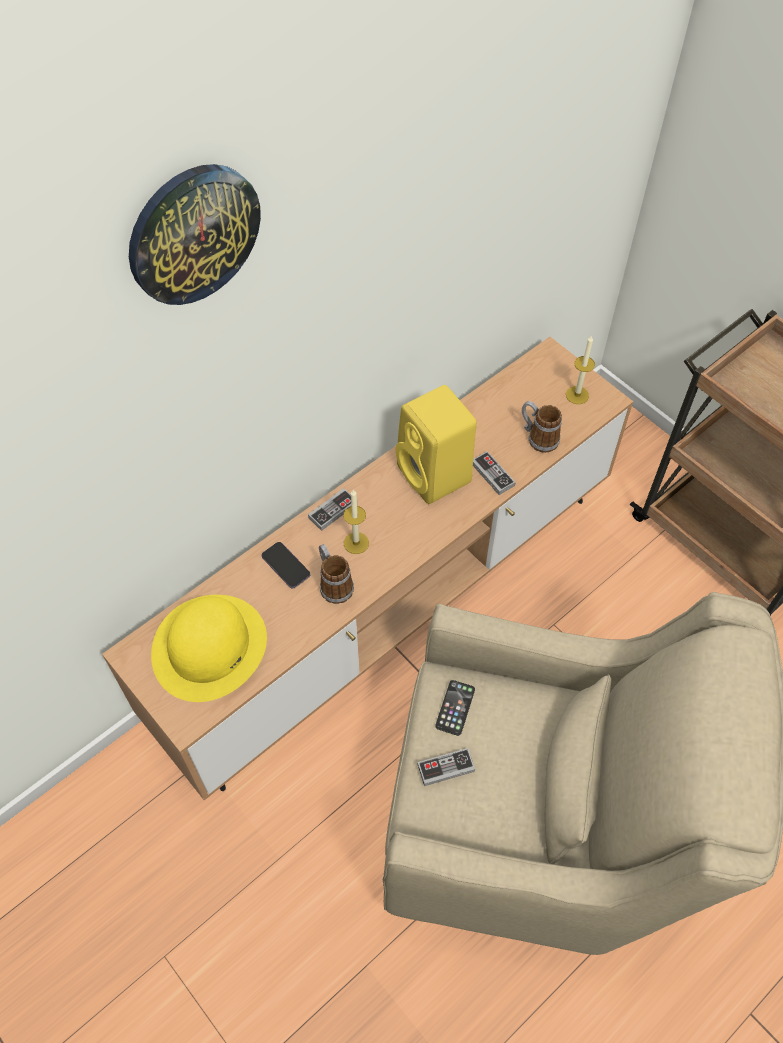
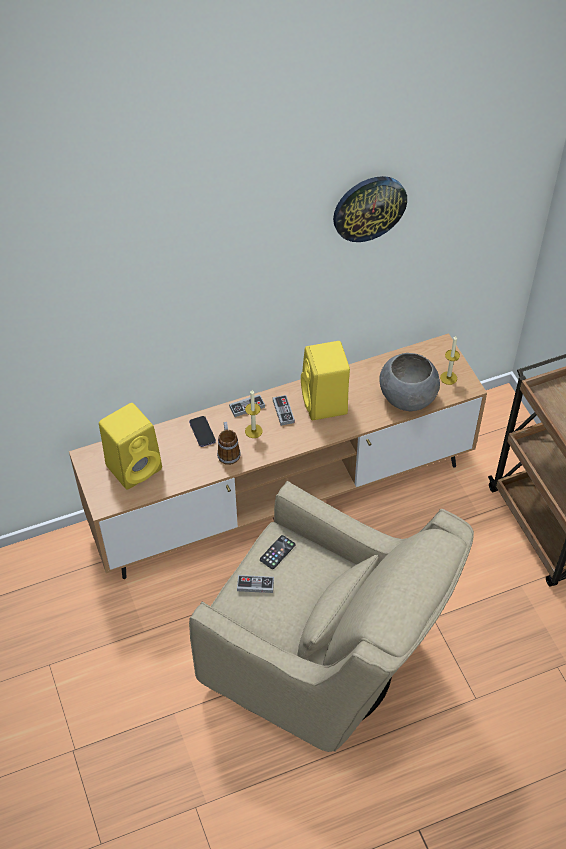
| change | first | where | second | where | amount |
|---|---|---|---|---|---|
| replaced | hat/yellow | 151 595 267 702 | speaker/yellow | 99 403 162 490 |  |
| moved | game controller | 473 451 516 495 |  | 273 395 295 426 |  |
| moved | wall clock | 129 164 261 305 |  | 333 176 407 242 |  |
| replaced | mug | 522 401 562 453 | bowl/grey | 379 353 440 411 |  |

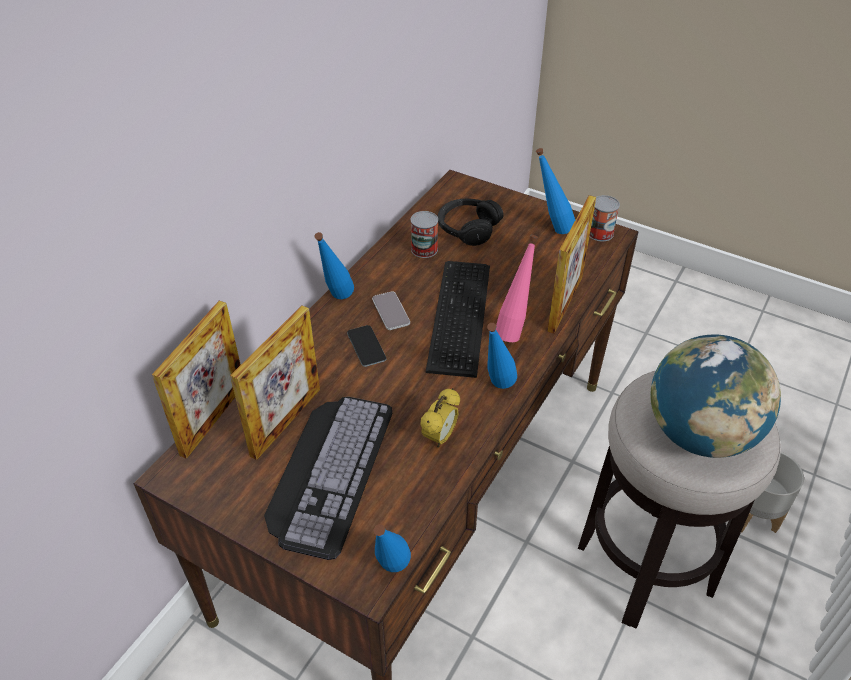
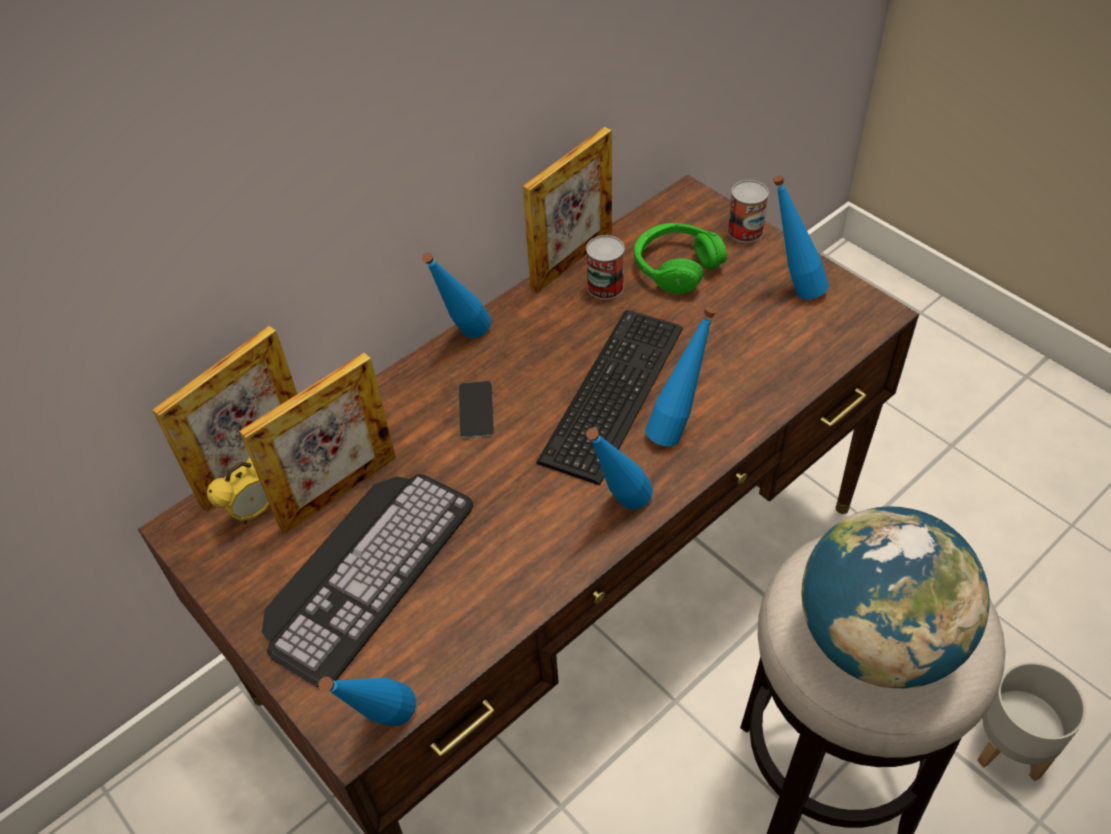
| change | first | where | second | where | amount |
|---|---|---|---|---|---|
| moved | alarm clock | 420 388 460 448 |  | 207 457 270 524 |  |
| moved | picture frame | 547 195 596 334 |  | 522 127 612 293 |  |
| recoloured | headphones/black | 438 198 504 246 | headphones/green | 634 223 727 294 |  |
| recoloured | bottle/pink | 496 235 538 342 | bottle/blue | 645 307 716 446 |  |
| moved | can | 589 195 620 242 |  | 728 180 769 243 |  |
| removed | phone | 372 291 410 330 |  |  |  |

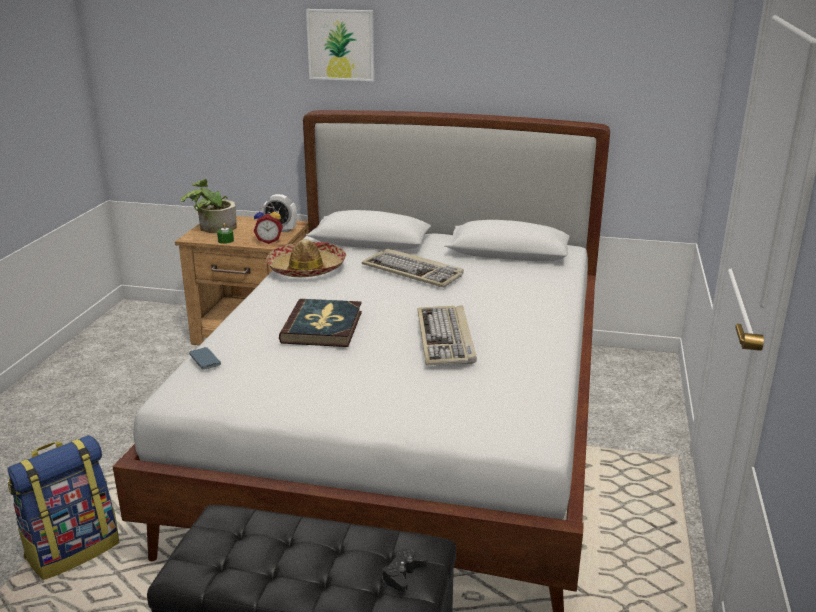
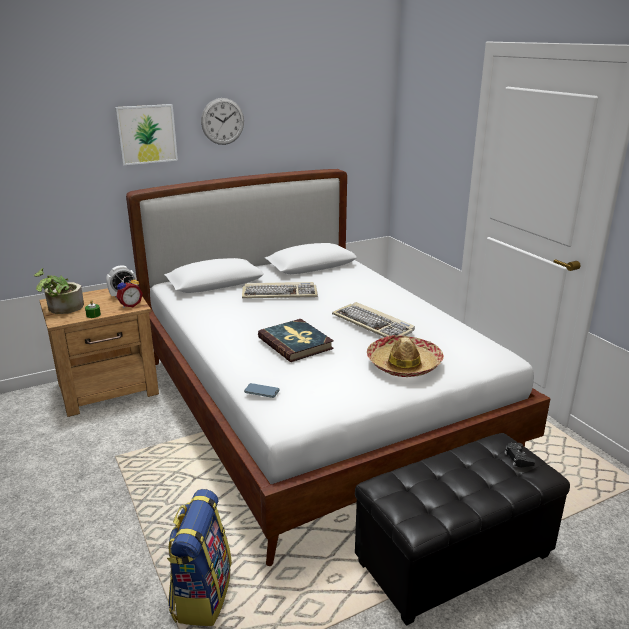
| change | first | where | second | where | amount |
|---|---|---|---|---|---|
| added |  |  | wall clock | 201 98 244 145 |  |
| moved | hat | 266 239 346 277 |  | 367 335 444 377 |  |

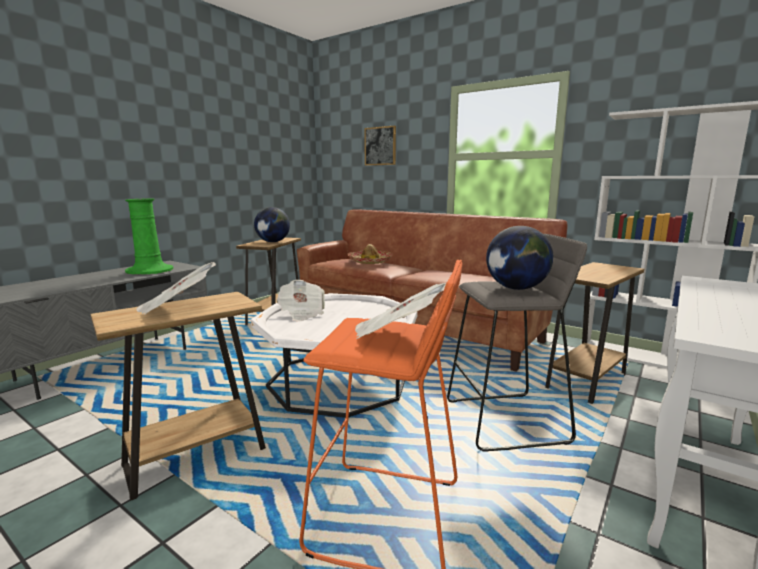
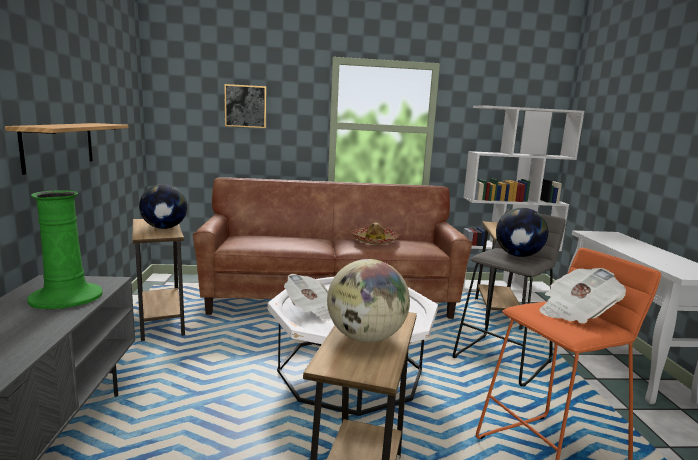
| change | first | where | second | where | amount |
|---|---|---|---|---|---|
| added |  |  | shelf | 5 123 128 175 |  |
| replaced | newspaper | 136 262 216 315 | globe | 327 259 410 343 |  |
| moved | hat | 347 244 393 264 |  | 351 223 399 245 |  |

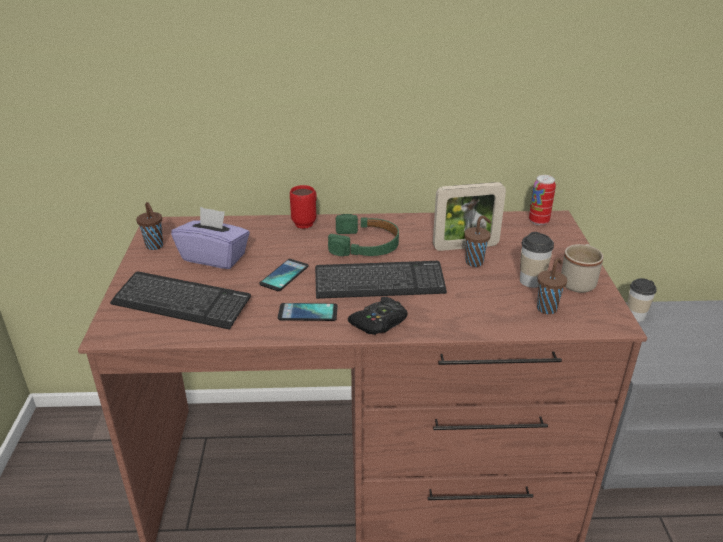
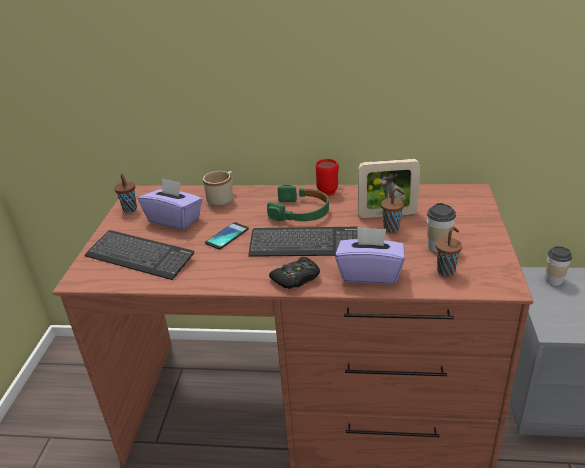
| change | first | where | second | where | amount |
|---|---|---|---|---|---|
| moved | mug/beige | 561 244 603 293 |  | 203 171 233 206 |  |
| moved | mug/red | 290 185 317 229 |  | 316 159 339 196 |  |
| added |  |  | tissue box/purple | 335 227 405 284 |  |
| removed | phone | 278 303 338 321 |  |  |  |
| removed | can | 529 175 556 225 |  |  |  |

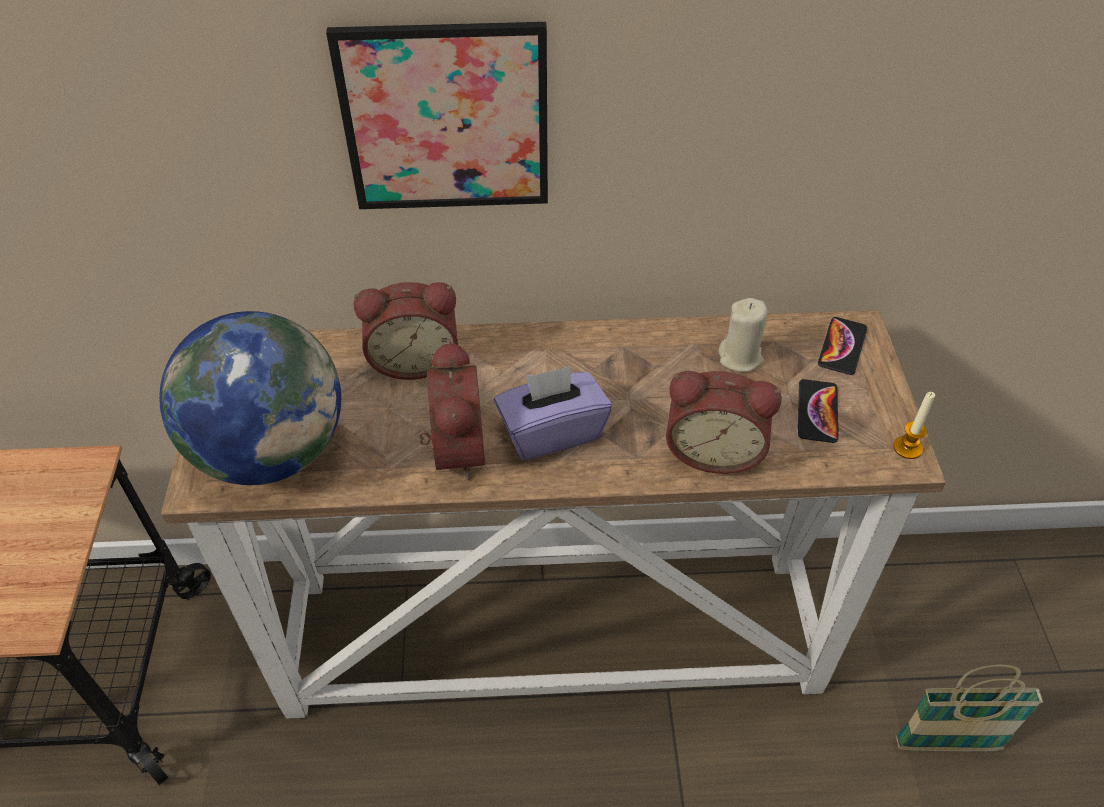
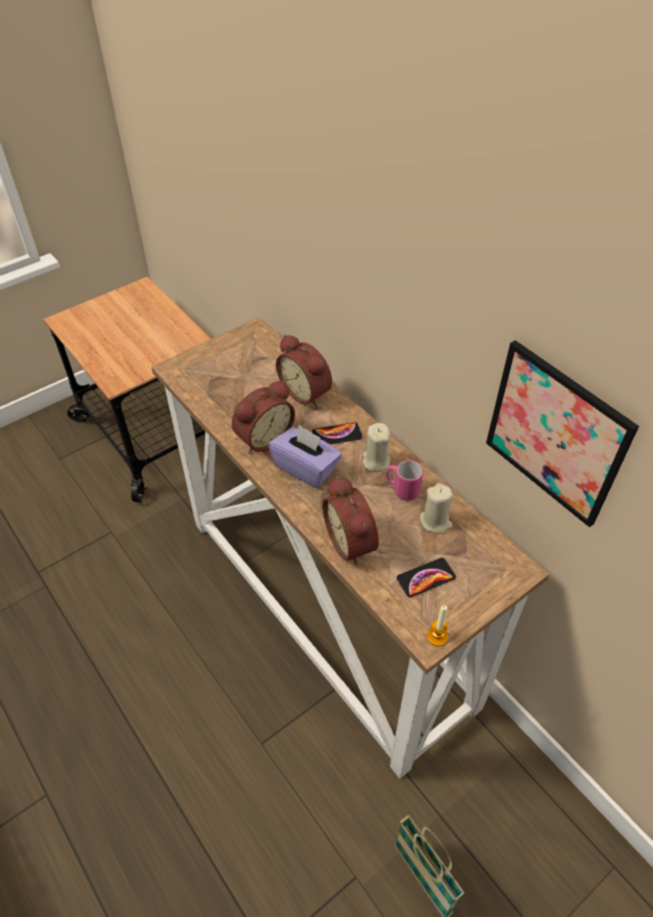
| change | first | where | second | where | amount |
|---|---|---|---|---|---|
| moved | phone | 818 317 867 375 |  | 312 422 362 444 |  |
| added |  |  | candle/beige | 363 423 390 472 |  |
| added |  |  | mug/pink | 386 460 423 501 |  |
| moved | picture | 326 22 548 209 |  | 486 340 639 527 |  |
| removed | globe | 159 311 341 485 |  |  |  |

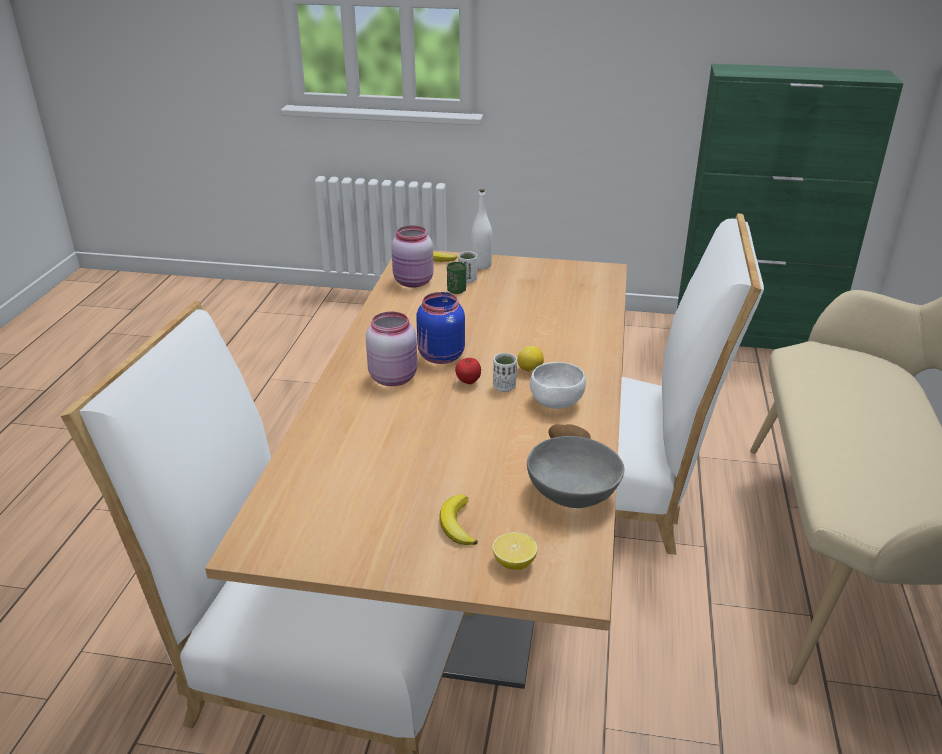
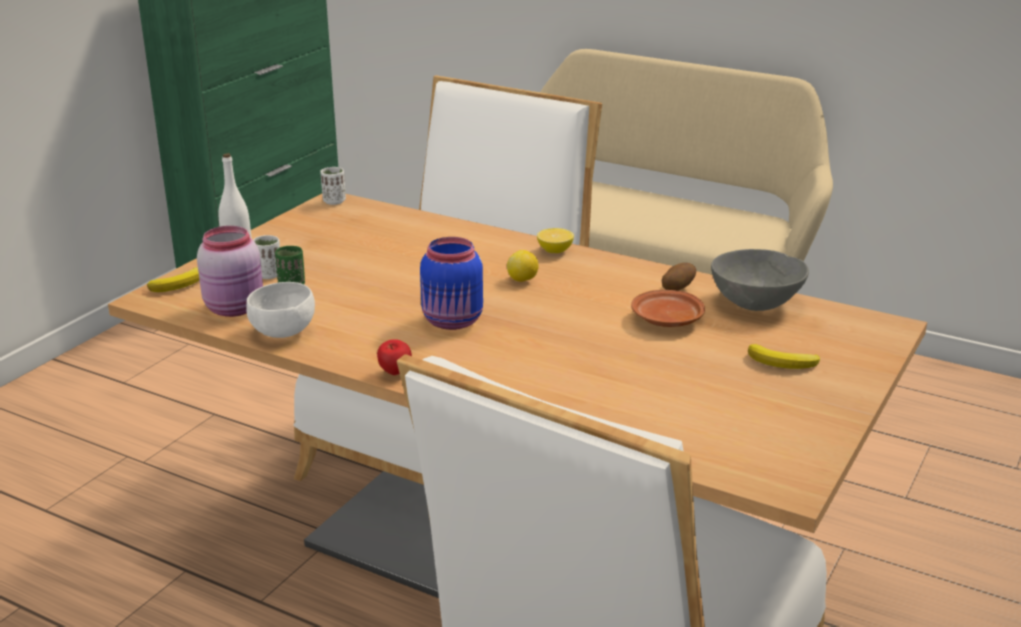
| change | first | where | second | where | amount |
|---|---|---|---|---|---|
| moved | bowl/white | 530 362 586 409 |  | 246 282 315 338 |  |
| moved | cup/white | 493 353 517 392 |  | 320 167 346 205 |  |
| moved | apple | 455 358 481 384 |  | 377 339 412 375 |  |
| moved | lemon | 492 532 537 570 |  | 537 228 574 253 |  |
| added |  |  | plate/brown | 631 290 705 327 |  |
| removed | jar/pink | 366 311 417 386 |  |  |  |

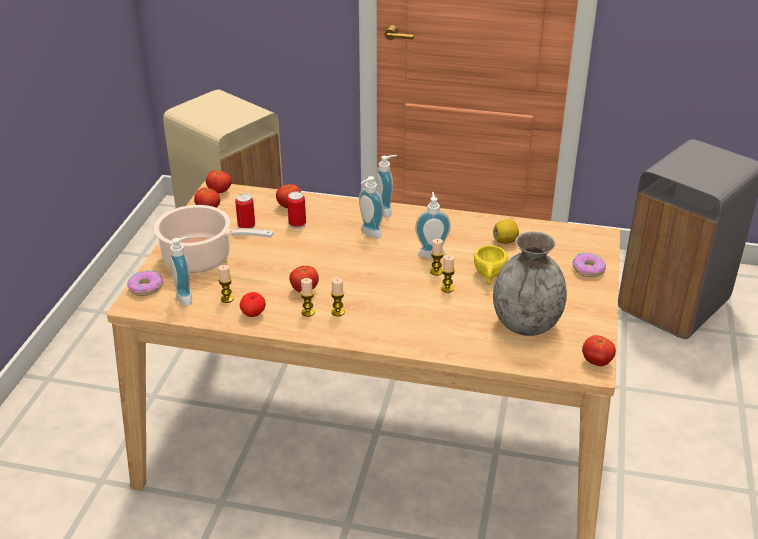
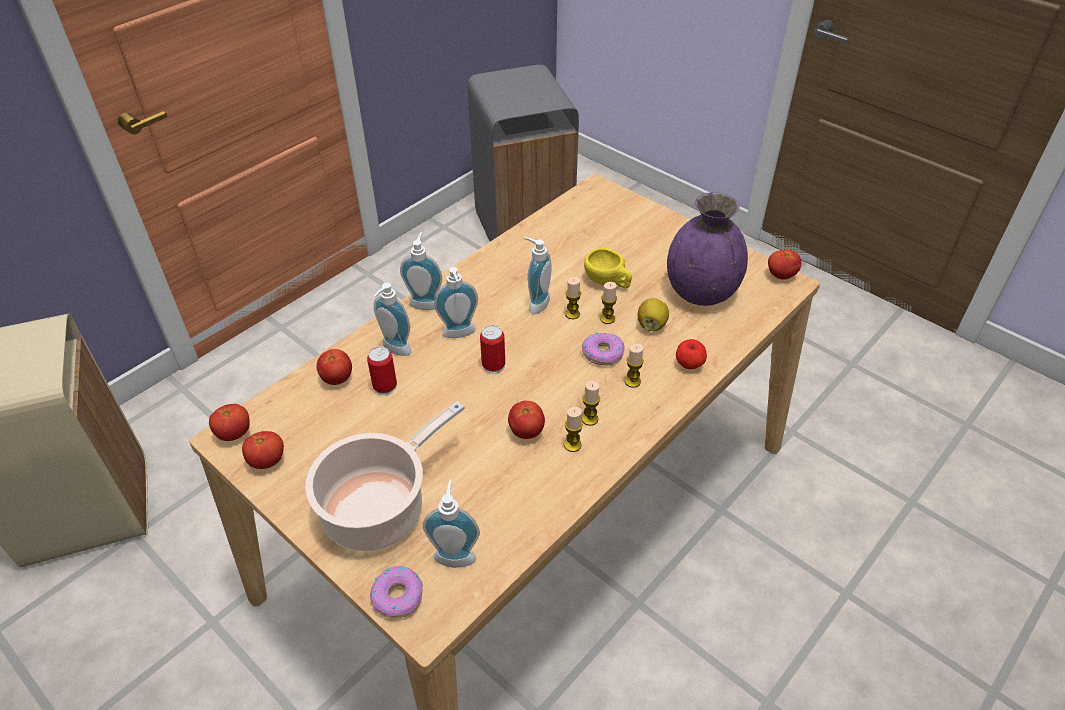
| change | first | where | second | where | amount |
|---|---|---|---|---|---|
| added |  |  | soap dispenser | 374 282 411 356 |  |
| moved | can | 235 193 255 229 |  | 480 325 505 373 |  |
| moved | donut | 572 253 606 277 |  | 582 333 625 366 |  |
| moved | candle | 218 265 234 303 |  | 625 344 644 388 |  |
| moved | lemon | 493 219 519 244 |  | 638 298 669 331 |  |
| recoloured | vase/grey | 493 231 567 336 | vase/purple | 667 192 748 306 |  |
| moved | apple | 240 292 266 317 |  | 676 339 707 369 |  |

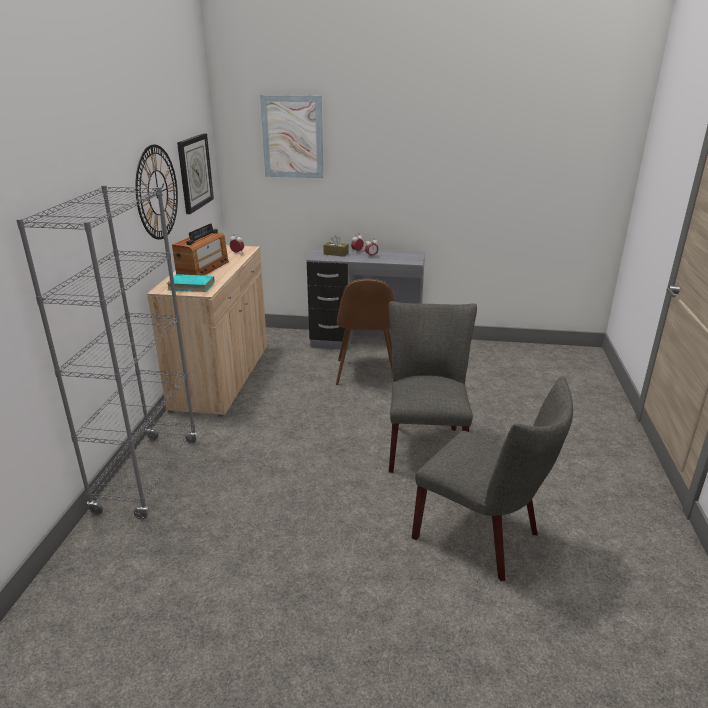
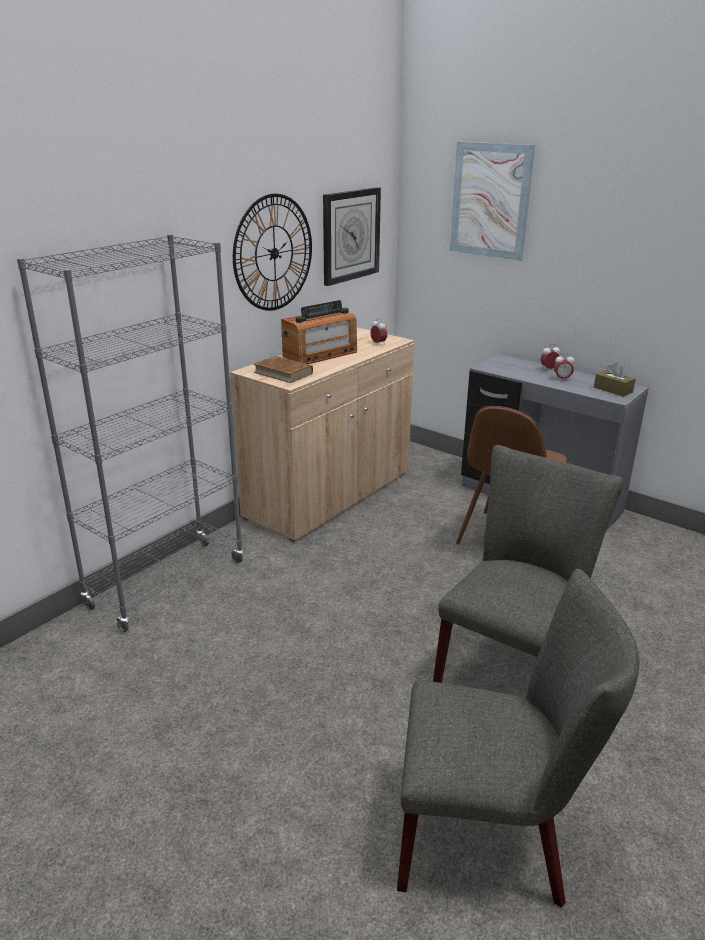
| change | first | where | second | where | amount |
|---|---|---|---|---|---|
| recoloured | book/turquoise | 166 274 215 292 | book/brown | 254 356 313 383 |  |
| turned | chair/grey | 412 376 573 581 |  | 397 569 639 908 | 60 degrees counterclockwise |
| moved | tissue box/brown | 323 235 348 257 |  | 594 363 636 397 |  |

